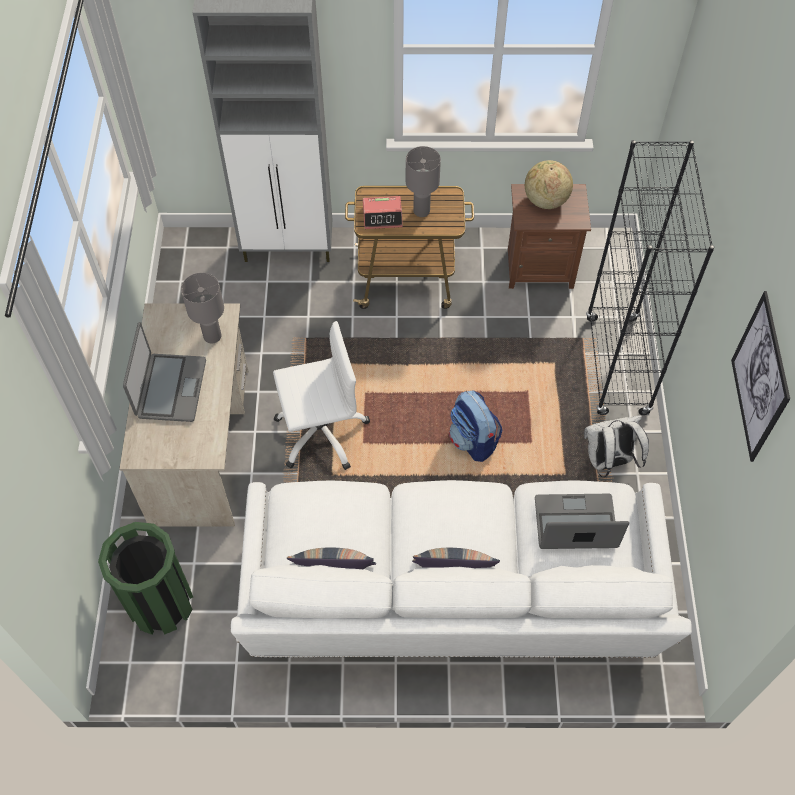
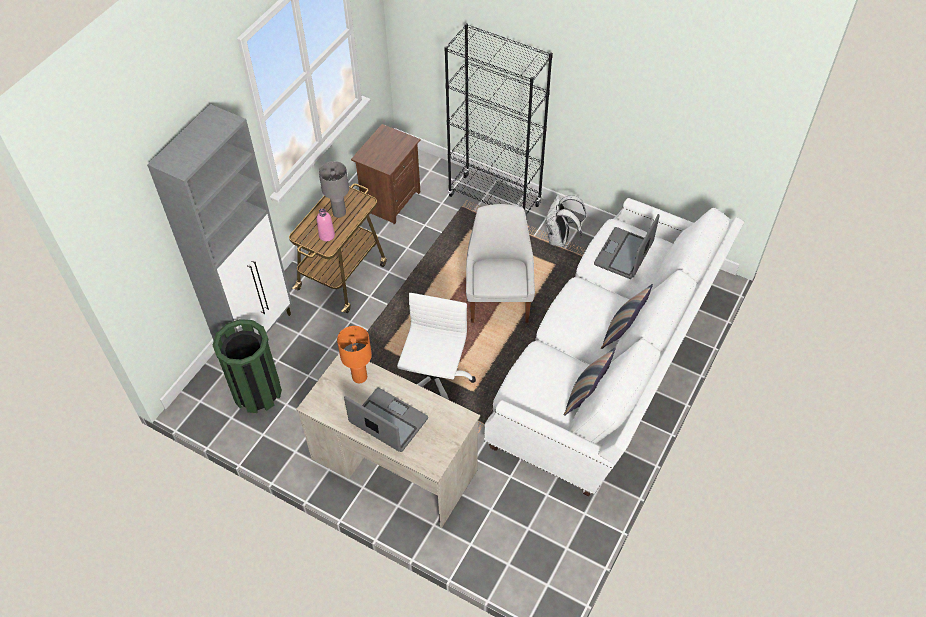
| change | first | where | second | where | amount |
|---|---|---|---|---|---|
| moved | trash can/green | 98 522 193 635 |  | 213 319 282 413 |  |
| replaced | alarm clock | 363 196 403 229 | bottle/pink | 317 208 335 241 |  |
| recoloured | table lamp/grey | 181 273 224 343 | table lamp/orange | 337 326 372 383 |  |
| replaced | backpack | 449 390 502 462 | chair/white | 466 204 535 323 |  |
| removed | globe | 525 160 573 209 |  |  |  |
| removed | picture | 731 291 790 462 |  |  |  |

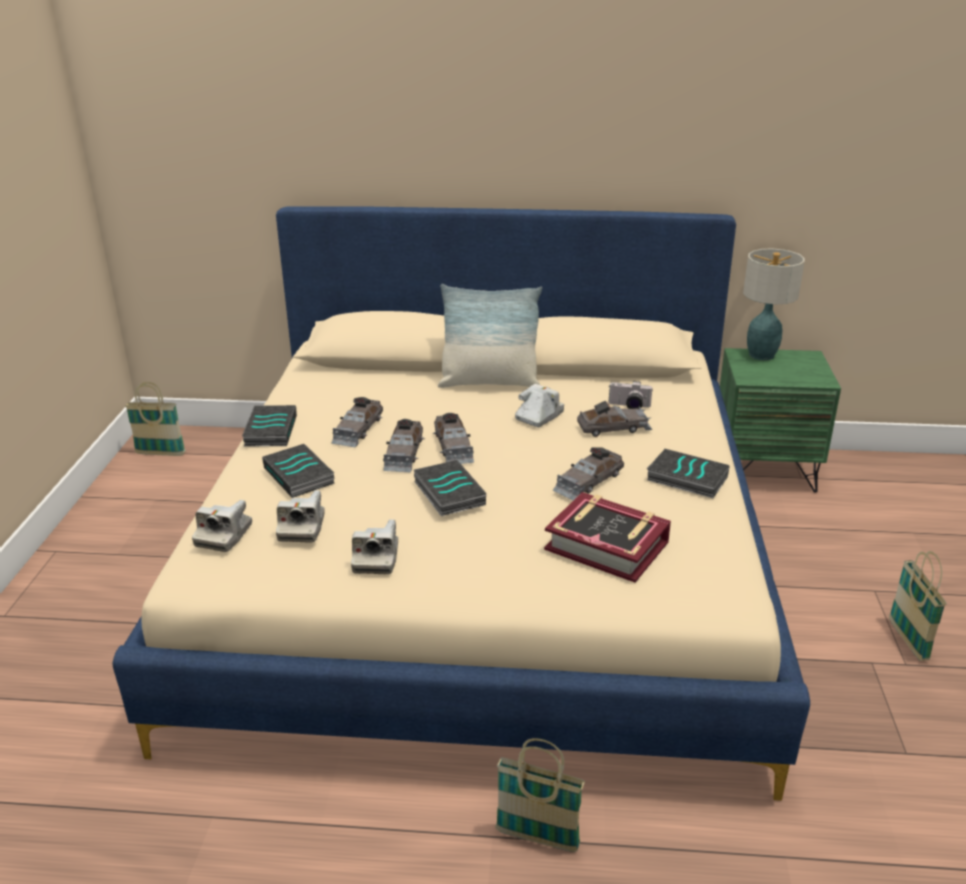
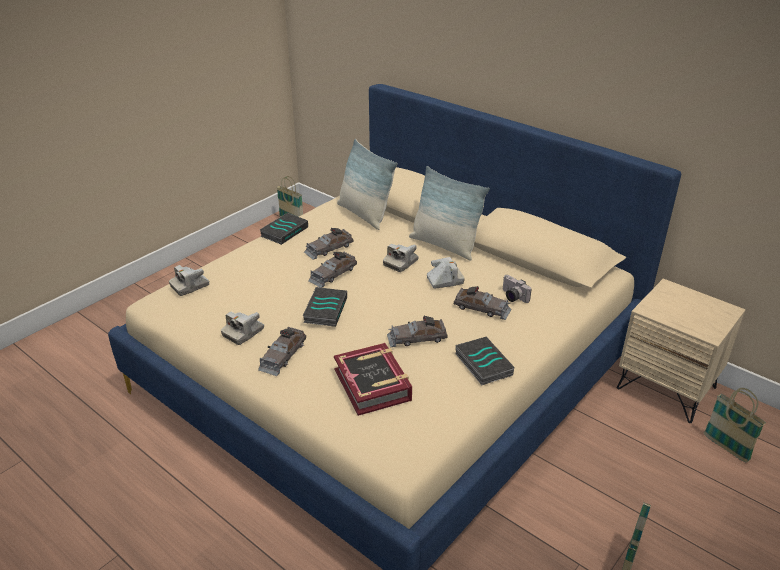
| change | first | where | second | where | amount |
|---|---|---|---|---|---|
| moved | toy car/grey | 433 413 474 464 |  | 258 327 306 376 |  |
| added |  |  | pillow | 337 139 397 230 |  |
| moved | photo camera | 276 490 325 543 |  | 383 244 419 272 |  |
| recoloured | nightstand/green | 720 348 841 493 | nightstand/beige | 617 279 746 423 |  |
| moved | basket | 495 738 585 852 |  | 704 388 766 462 |  |
| removed | book | 262 444 335 498 |  |  |  |
| removed | table lamp | 743 248 805 360 |  |  |  |

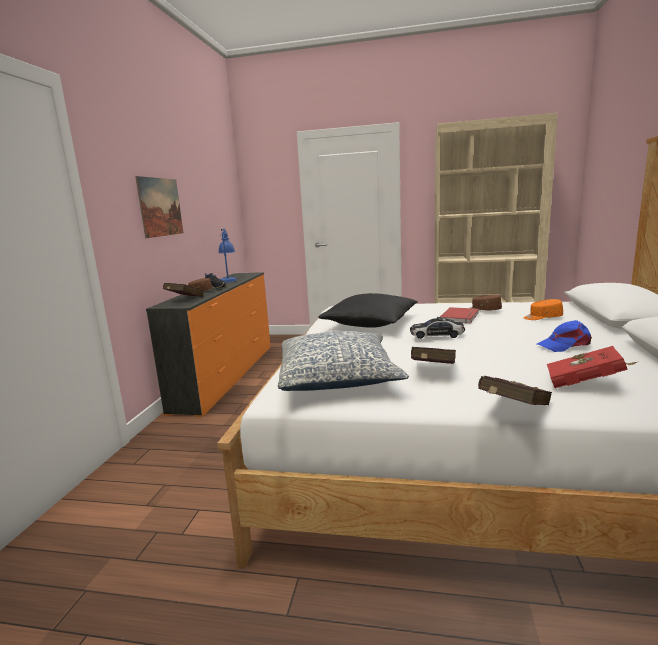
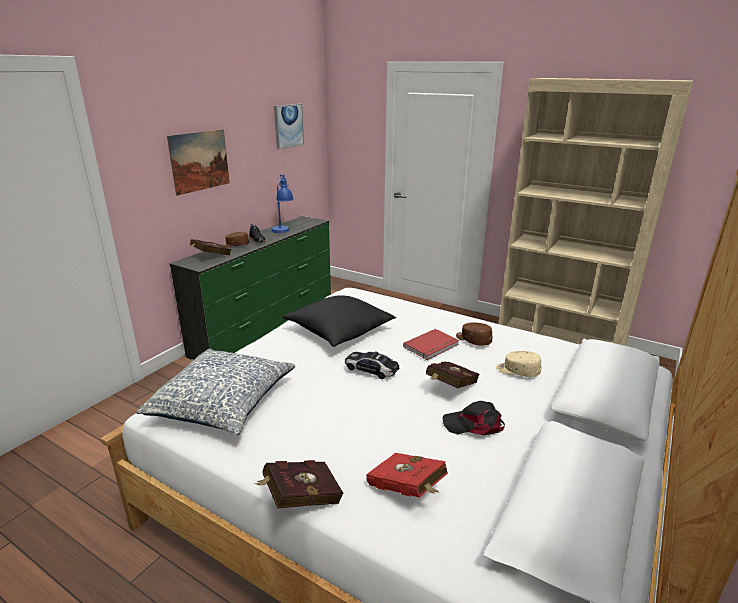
| change | first | where | second | where | amount |
|---|---|---|---|---|---|
| recoloured | dresser/orange | 146 272 271 417 | dresser/green | 169 216 331 359 |  |
| added |  |  | picture | 274 104 304 149 |  |
| moved | book/red | 411 347 456 364 |  | 426 361 479 388 |  |
| recoloured | cap/blue | 537 320 592 352 | cap/black | 442 401 505 435 |  |
| recoloured | cap/orange | 523 299 563 320 | cap/beige | 496 351 541 377 |  |

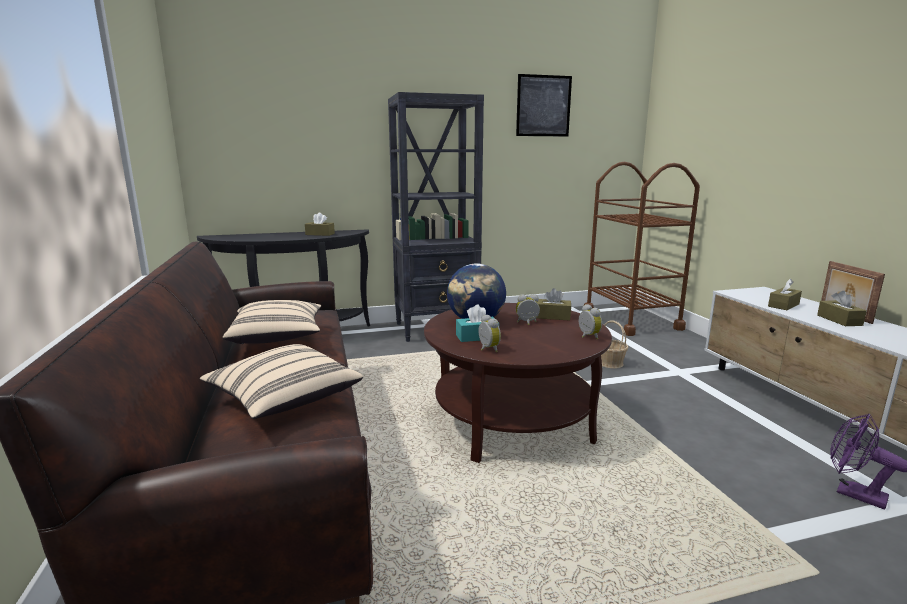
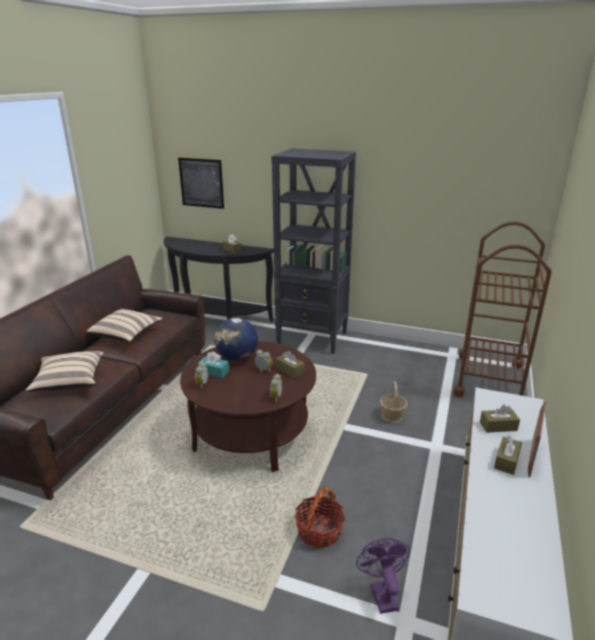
| change | first | where | second | where | amount |
|---|---|---|---|---|---|
| moved | picture | 516 74 572 137 |  | 178 158 224 209 |  |
| added |  |  | basket | 295 487 345 548 |  |

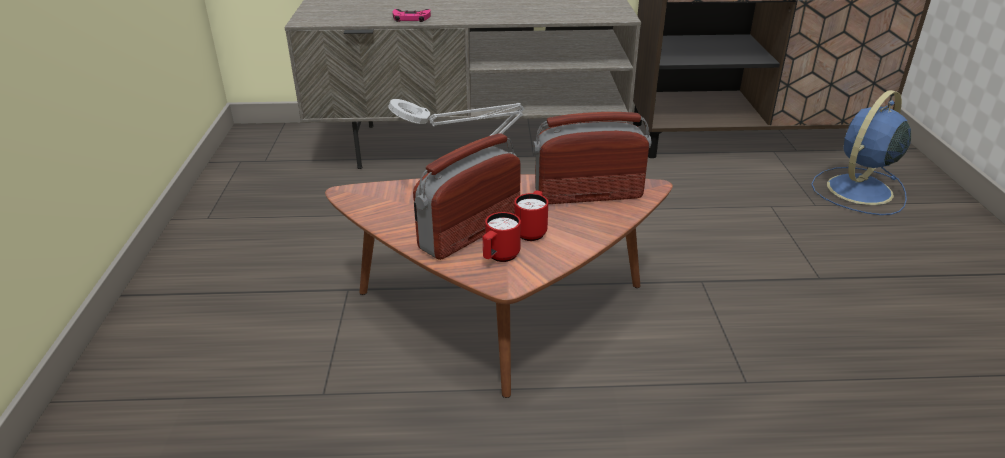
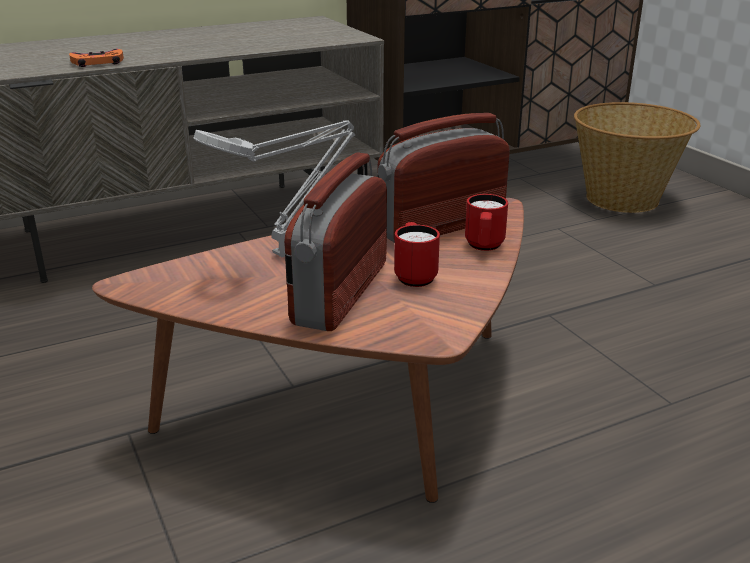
| change | first | where | second | where | amount |
|---|---|---|---|---|---|
| recoloured | game controller/pink | 393 9 431 22 | game controller/orange | 69 49 124 67 |  |
| moved | mug/red | 483 212 521 262 |  | 465 194 508 251 |  |
| replaced | fan/blue | 811 90 911 215 | basket | 574 102 700 213 |  |

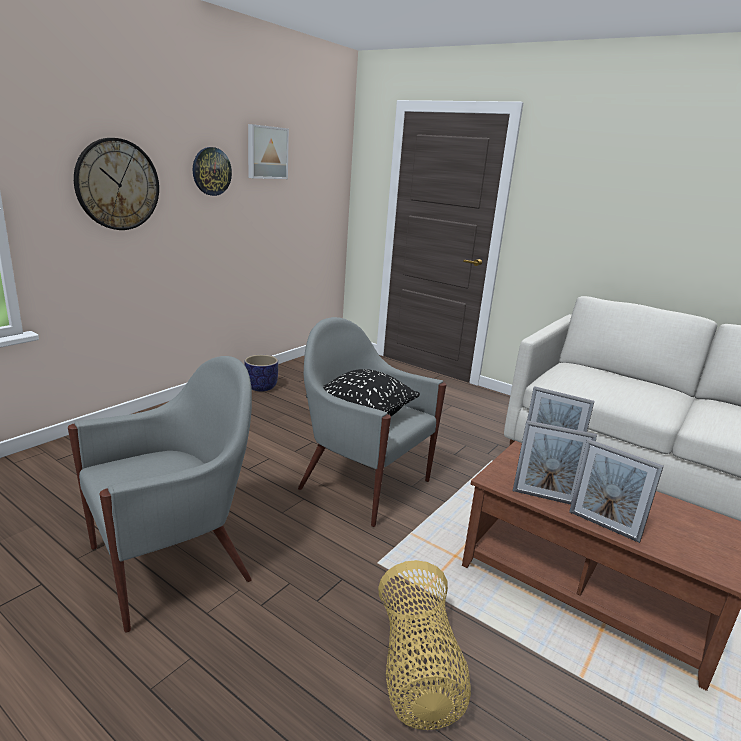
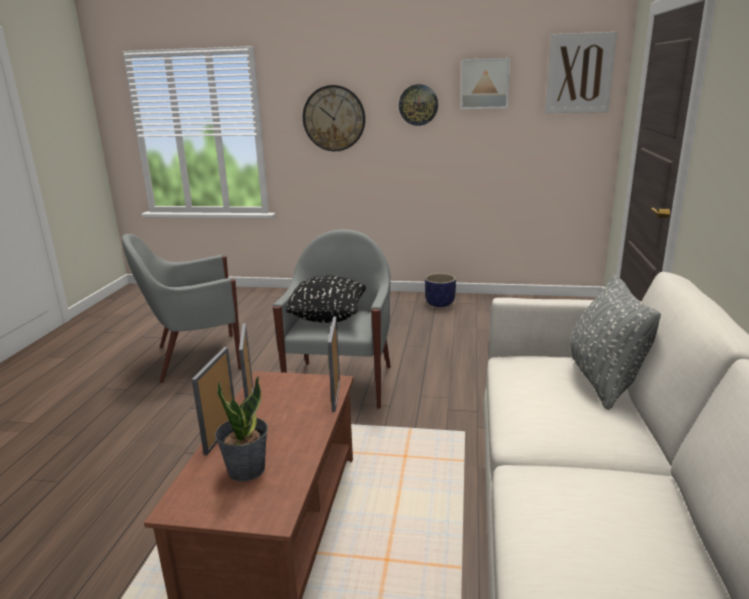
| change | first | where | second | where | amount |
|---|---|---|---|---|---|
| turned | armchair/grey | 68 356 252 632 |  | 122 234 241 383 | 135 degrees clockwise |
| added |  |  | potted plant | 215 376 268 482 |  |
| added |  |  | picture | 545 32 617 113 |  |
| added |  |  | pillow/grey | 571 274 661 410 |  |
| removed | basket | 378 560 471 730 |  |  |  |

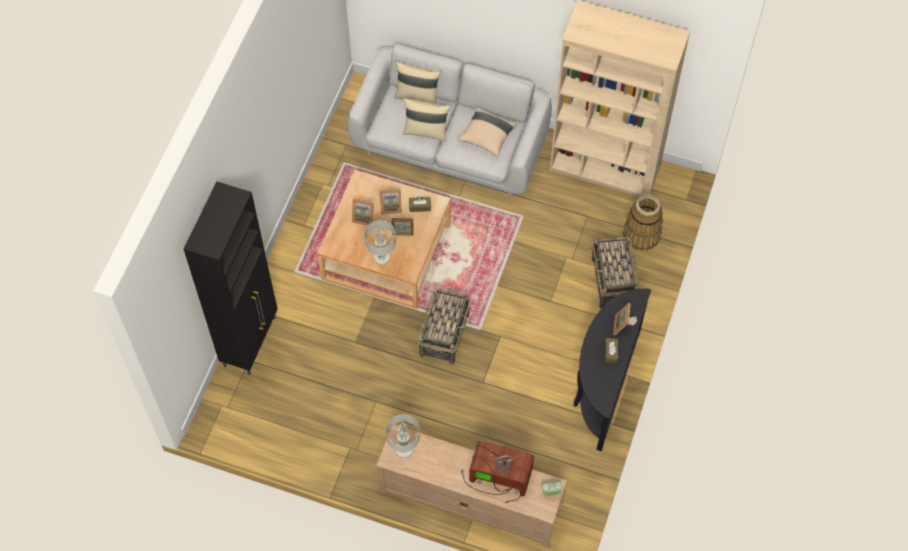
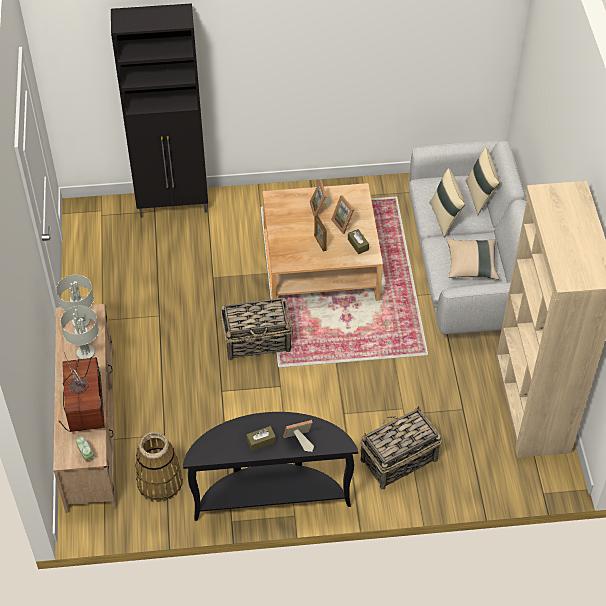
| change | first | where | second | where | amount |
|---|---|---|---|---|---|
| moved | table lamp/grey | 364 220 396 265 |  | 60 306 99 359 |  |
| moved | basket | 623 194 663 251 |  | 135 432 183 502 |  |

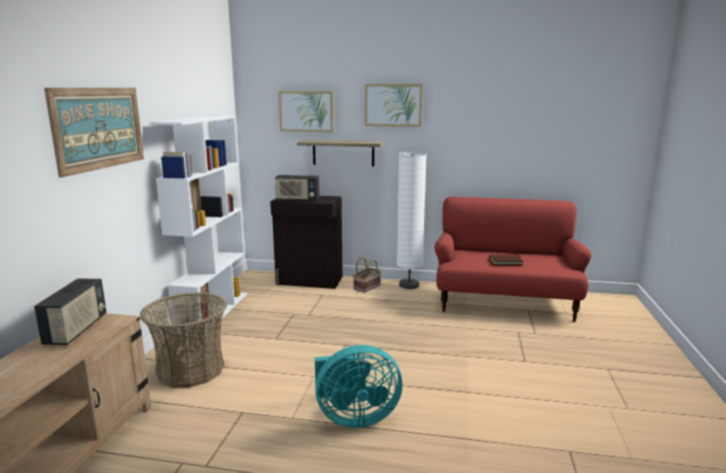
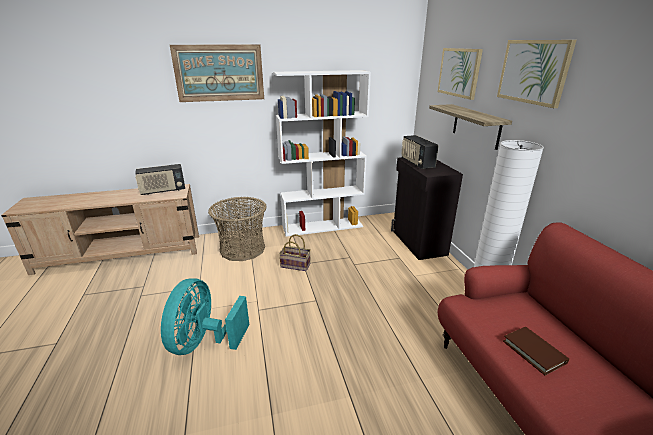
| change | first | where | second | where | amount |
|---|---|---|---|---|---|
| turned | fan/turquoise | 315 345 402 428 |  | 161 278 249 355 | 45 degrees clockwise |
| moved | basket | 353 257 381 293 |  | 279 234 311 271 |  |

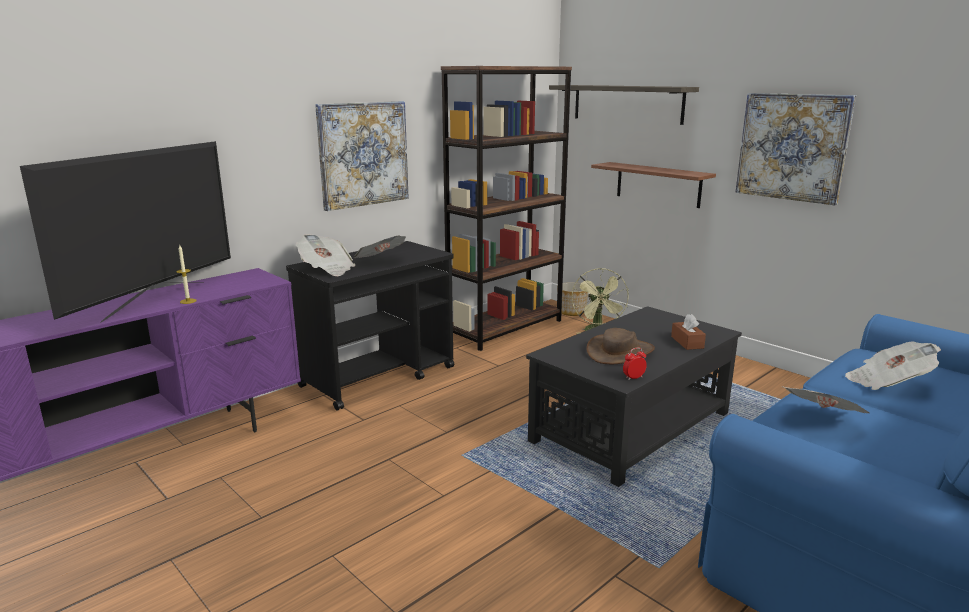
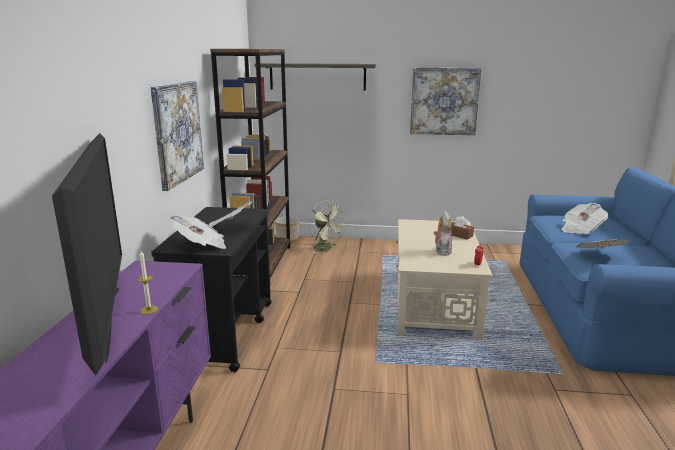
| change | first | where | second | where | amount |
|---|---|---|---|---|---|
| recoloured | coffee table/black | 526 306 742 487 | coffee table/beige | 396 219 493 340 |  |
| replaced | hat/brown | 586 328 655 364 | plush toy | 434 211 452 256 |  |
| removed | shelf | 591 162 716 208 |  |  |  |

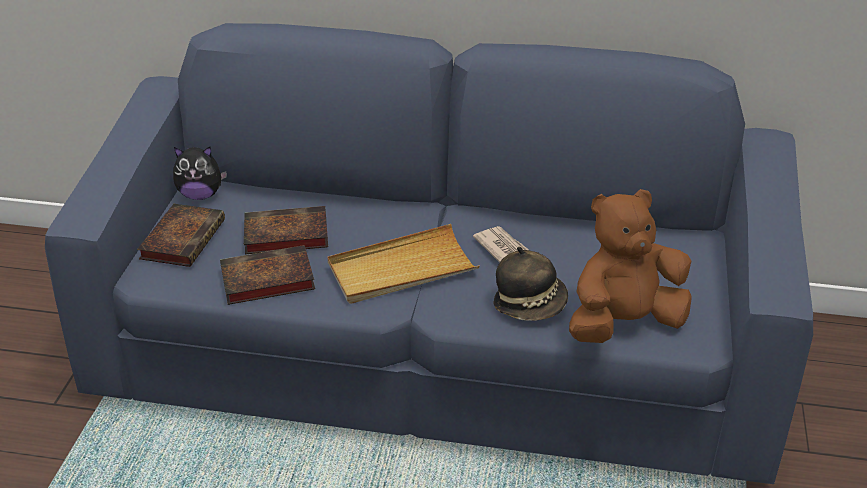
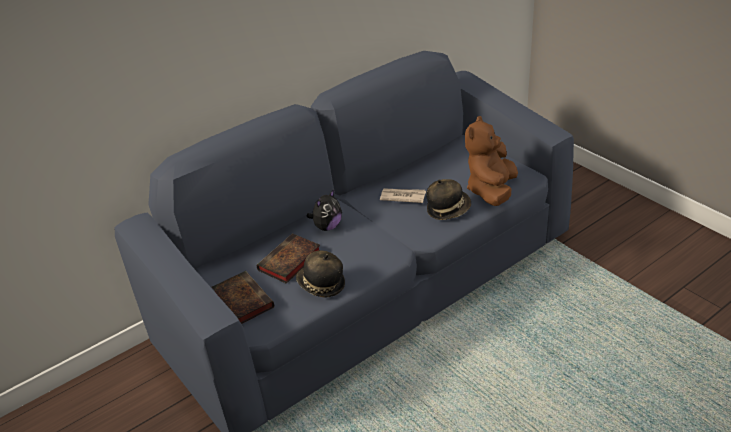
| change | first | where | second | where | amount |
|---|---|---|---|---|---|
| replaced | book | 220 245 315 305 | hat | 296 251 345 297 |  |
| moved | plush toy | 173 147 227 200 |  | 307 189 342 231 |  |
| removed | tray/beige | 328 224 480 304 |  |  |  |

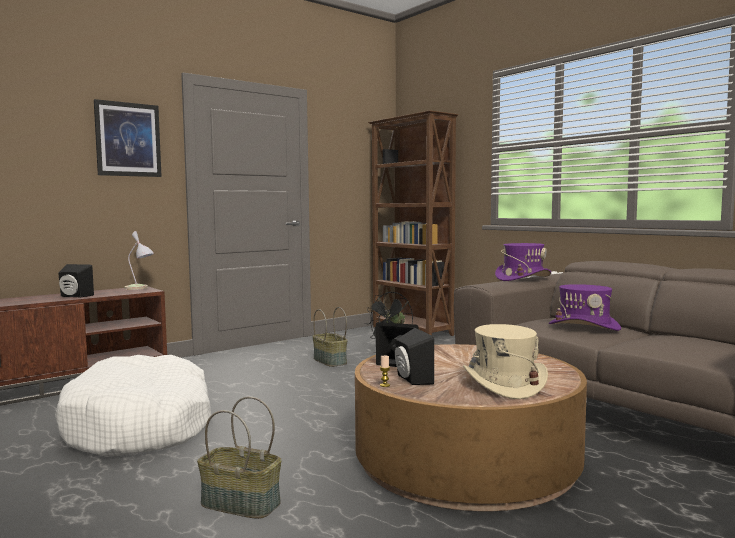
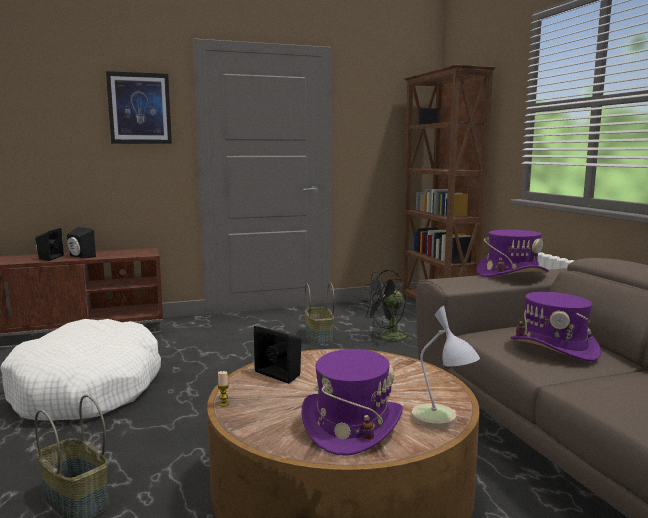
| change | first | where | second | where | amount |
|---|---|---|---|---|---|
| moved | speaker/black | 395 328 434 385 |  | 35 228 64 261 |  |
| recoloured | hat/beige | 463 324 548 399 | hat/purple | 301 349 403 455 |  |
| moved | table lamp | 125 231 154 290 |  | 411 306 480 429 |  |

